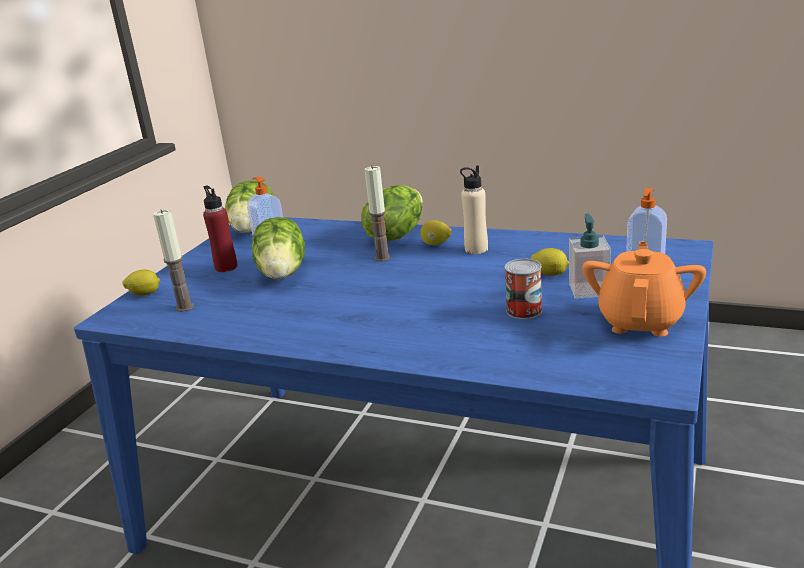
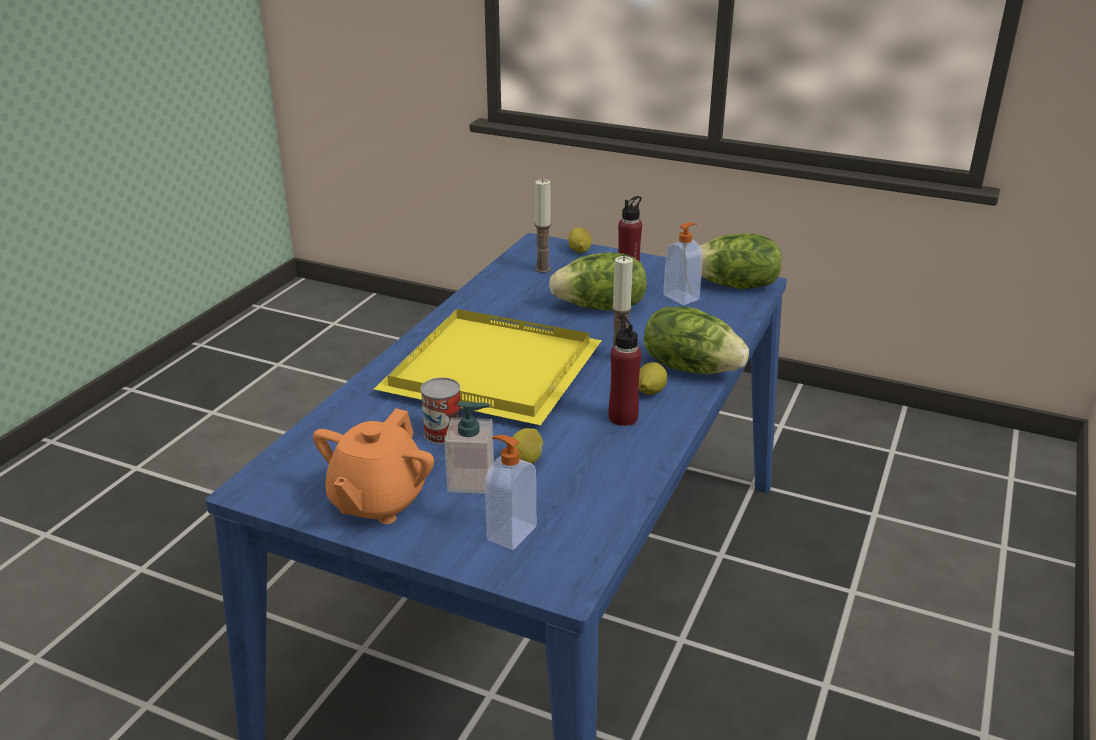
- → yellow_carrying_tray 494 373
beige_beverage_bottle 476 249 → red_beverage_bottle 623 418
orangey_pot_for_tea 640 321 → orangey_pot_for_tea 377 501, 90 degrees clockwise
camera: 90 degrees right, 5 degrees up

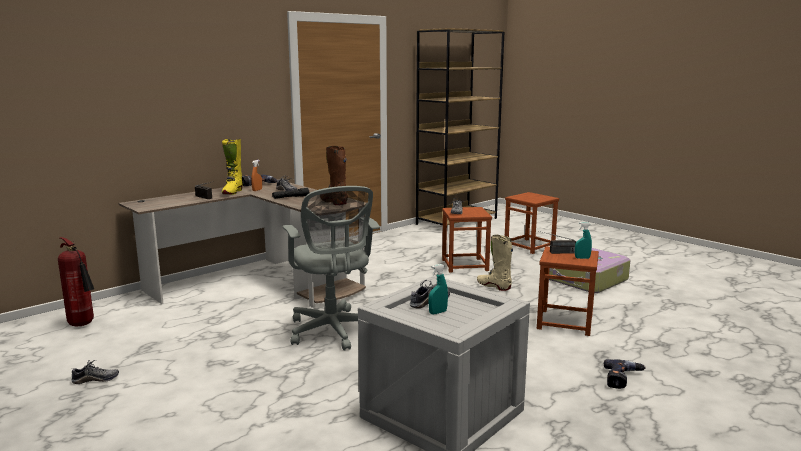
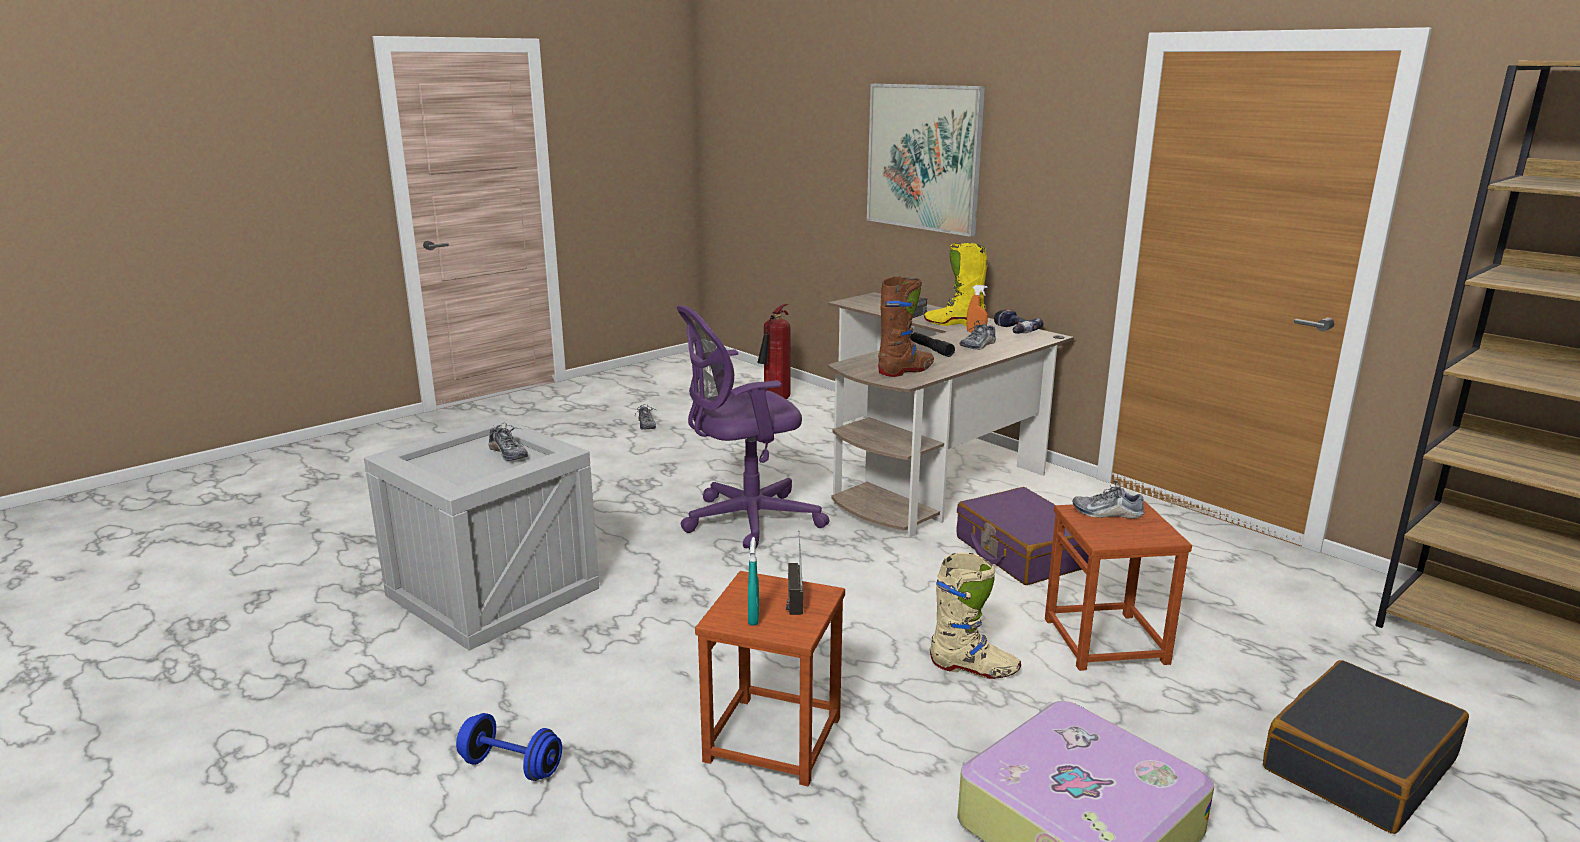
turquoise-coloured_sprayer 437 312 → -
- → picture 924 157
- → purplish_piece_of_luggage 1022 552
brown_sitting_stool 529 246 → blackish_piece_of_luggage 1357 764
electric_drill 623 380 → bluish_hand_weight 511 766
gray_office_chair 333 332 → purplish_office_chair 745 520
beige_boot 494 286 → beige_boot 974 669, 60 degrees clockwise
camera: 90 degrees right, 5 degrees up

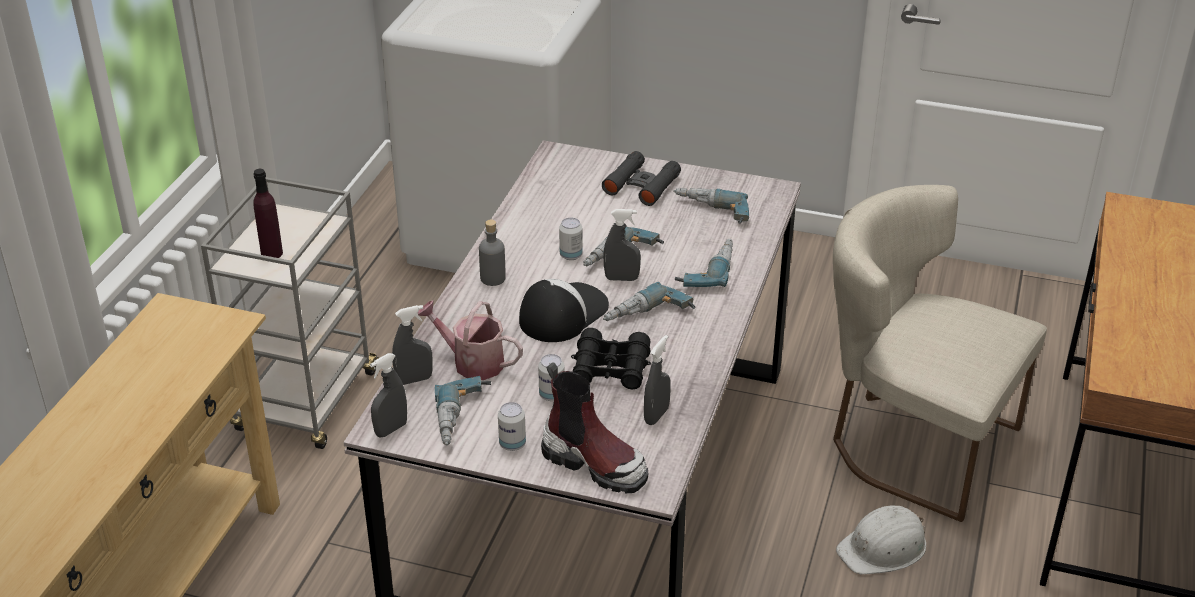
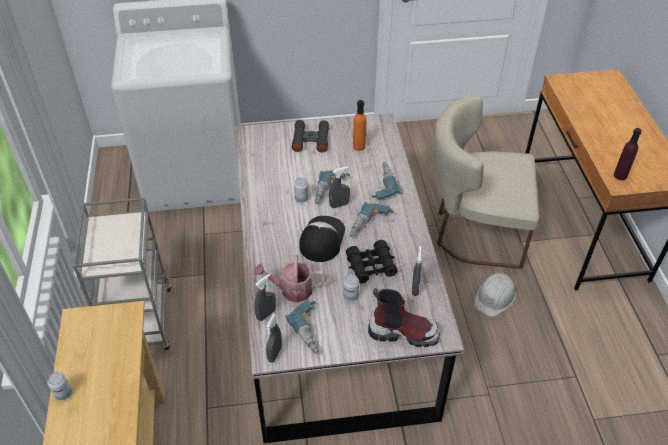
gray_beverage_bottle 493 278 → -
purplish_beverage_bottle 272 253 → purplish_beverage_bottle 620 175, relocated
sealed_can 512 444 → sealed_can 63 394, relocated
electric_drill 710 213 → orangey_beverage_bottle 359 146
camera: 25 degrees left, 10 degrees up

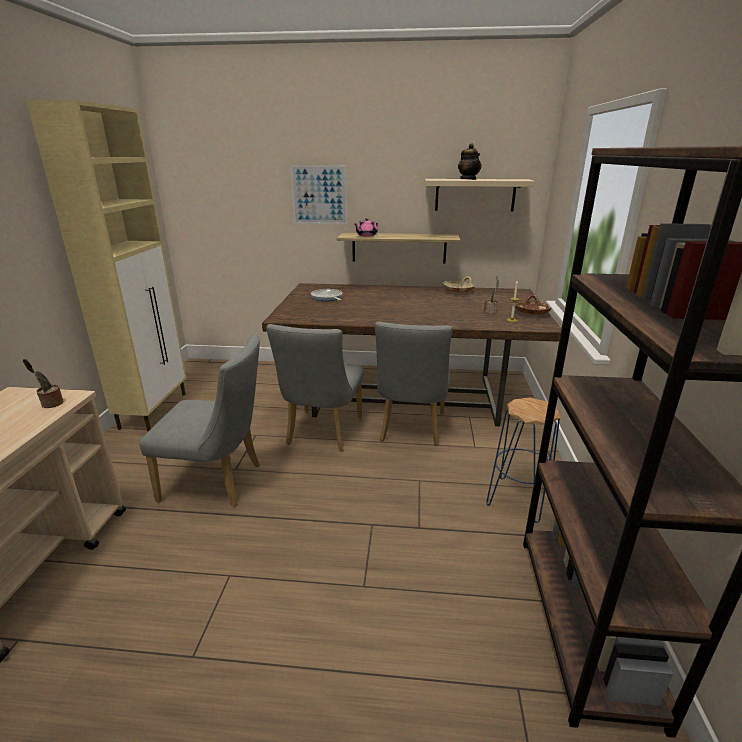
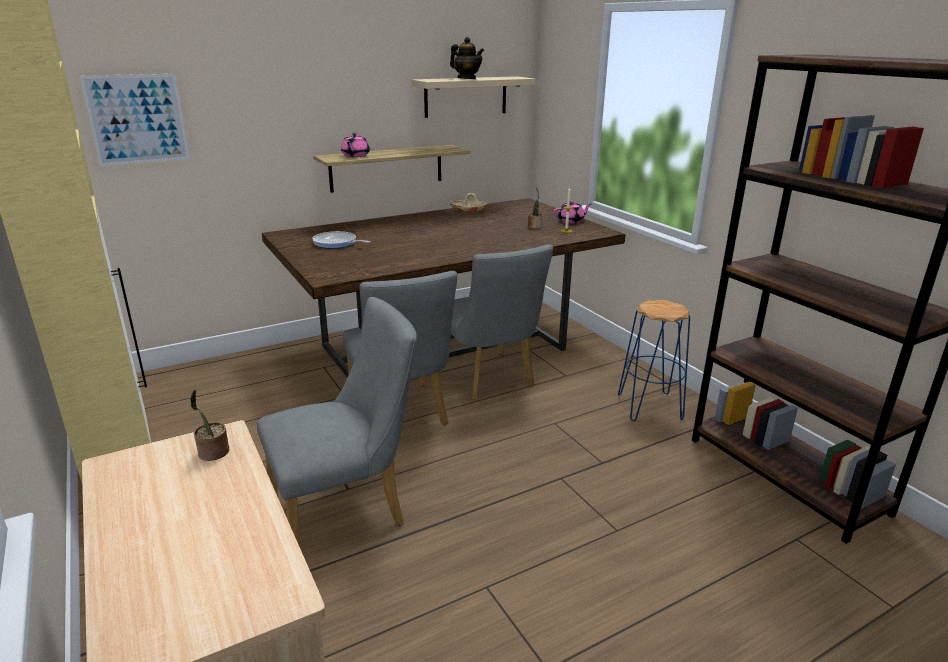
picture 319 195 → picture 137 119, relocated
brown_serving_bowl 531 313 → pinkish_pot_for_tea 571 221
camera: 35 degrees left, 0 degrees up

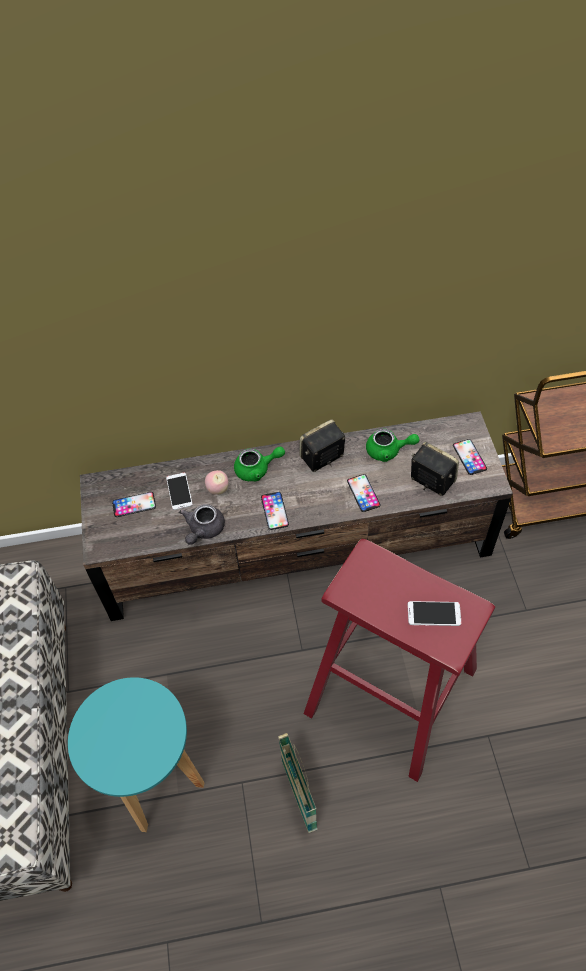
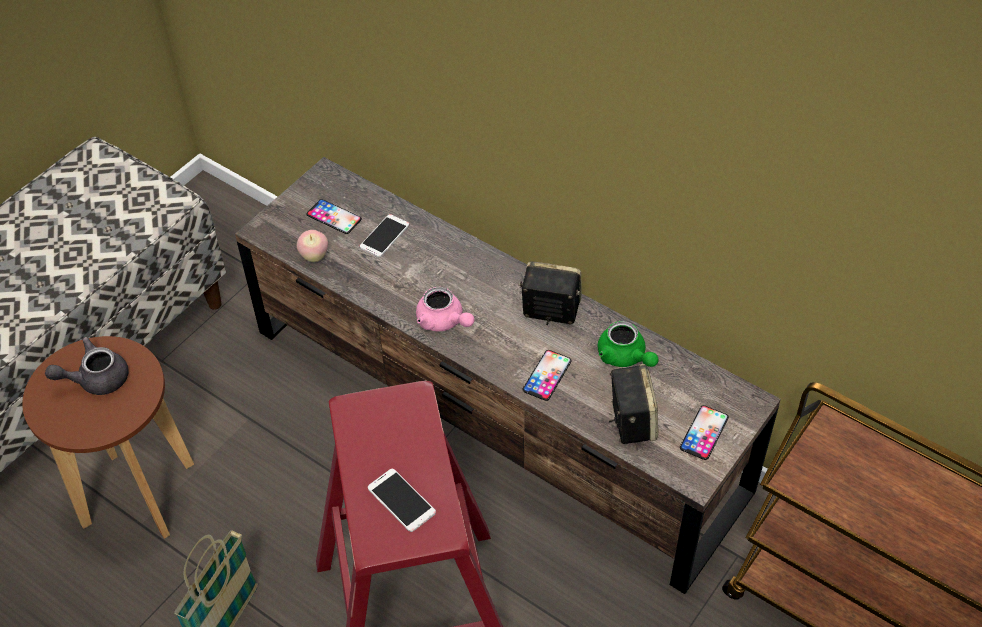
green-coloured_pot_for_tea 257 469 → -
gray_pot_for_tea 203 530 → gray_pot_for_tea 96 379, relocated
apple_fruit 218 489 → apple_fruit 314 257, relocated
telephone 274 511 → pinkish_pot_for_tea 444 321
turquoise-coloured_sitting_stool 155 780 → brown_sitting_stool 138 495
camera: 45 degrees right, 5 degrees down

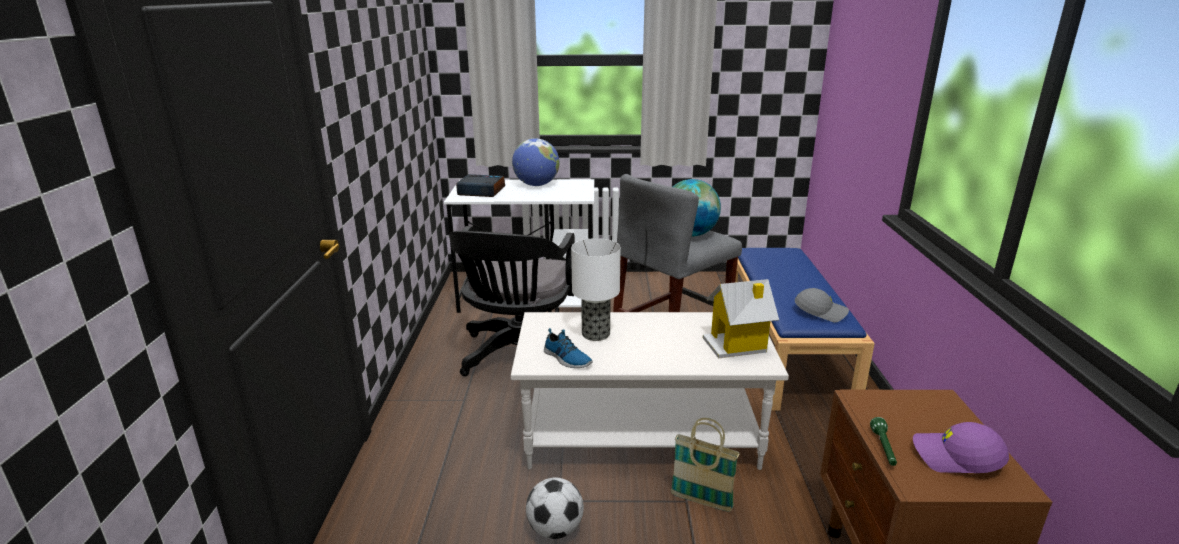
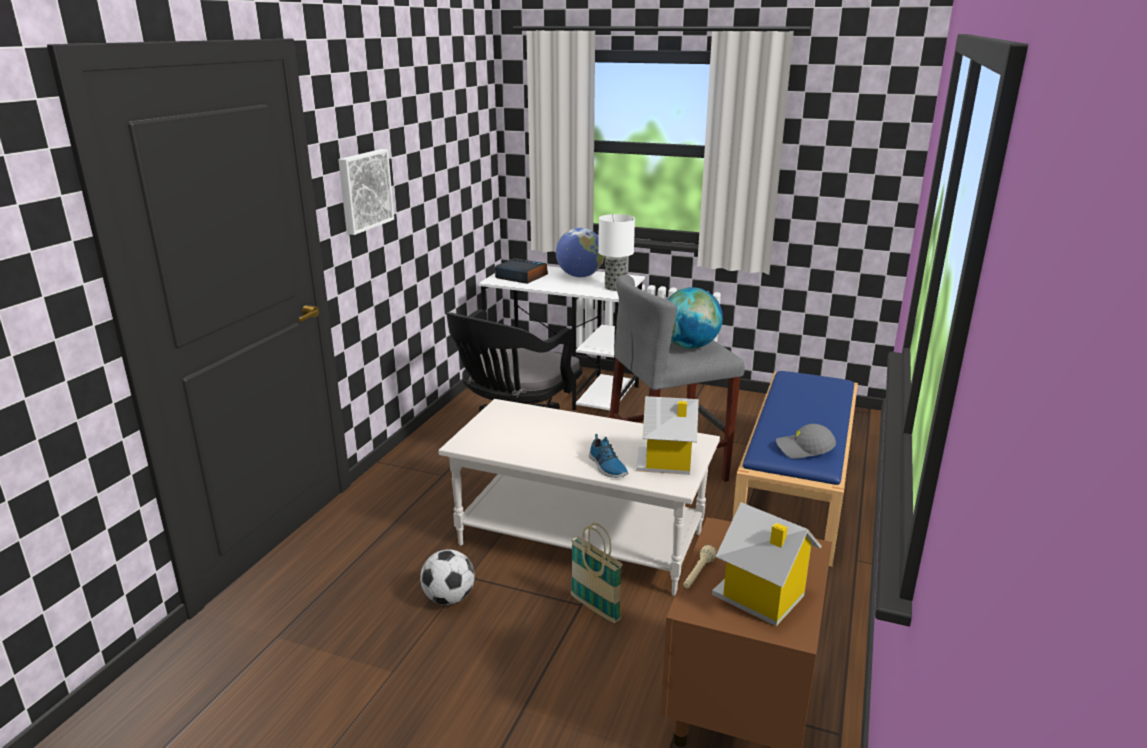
- → picture 364 190
shoe 566 359 → shoe 606 467, relocated
lamp_for_a_table 596 334 → lamp_for_a_table 615 288, relocated
purplish_peaked_cap 956 458 → toy_house 761 598
green-coloured_hand_torch 883 448 → beige_hand_torch 697 574
gray_peaked_cap 820 312 → gray_peaked_cap 804 449, 150 degrees clockwise
camera: 20 degrees right, 0 degrees up

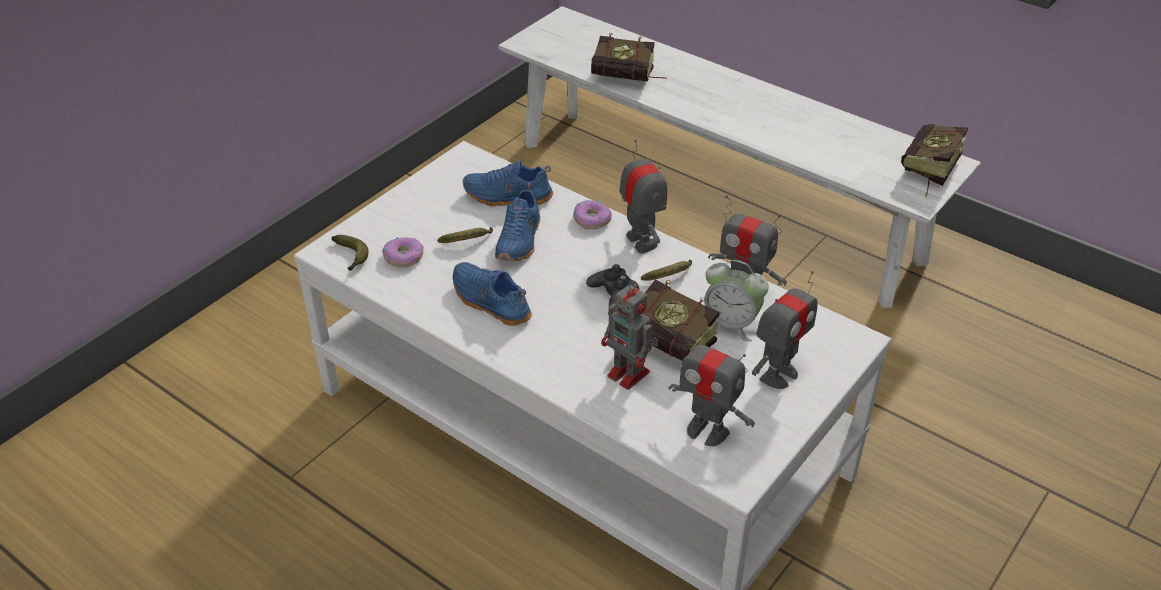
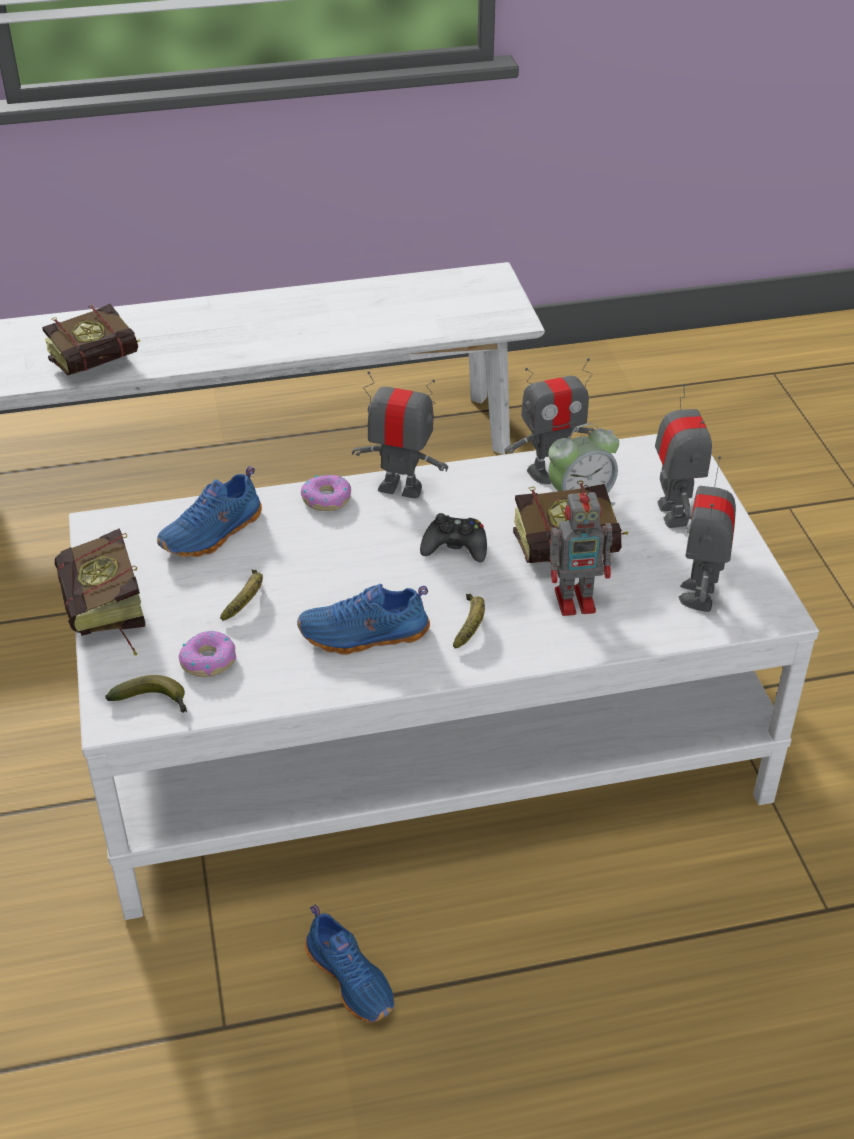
bluish_shoe 520 241 → bluish_shoe 352 978, relocated
whole_banana 670 276 → whole_banana 470 625, relocated
volume 927 173 → volume 106 618, relocated
model_robot 707 431 → model_robot 699 594, 120 degrees clockwise
camera: 50 degrees left, 0 degrees up

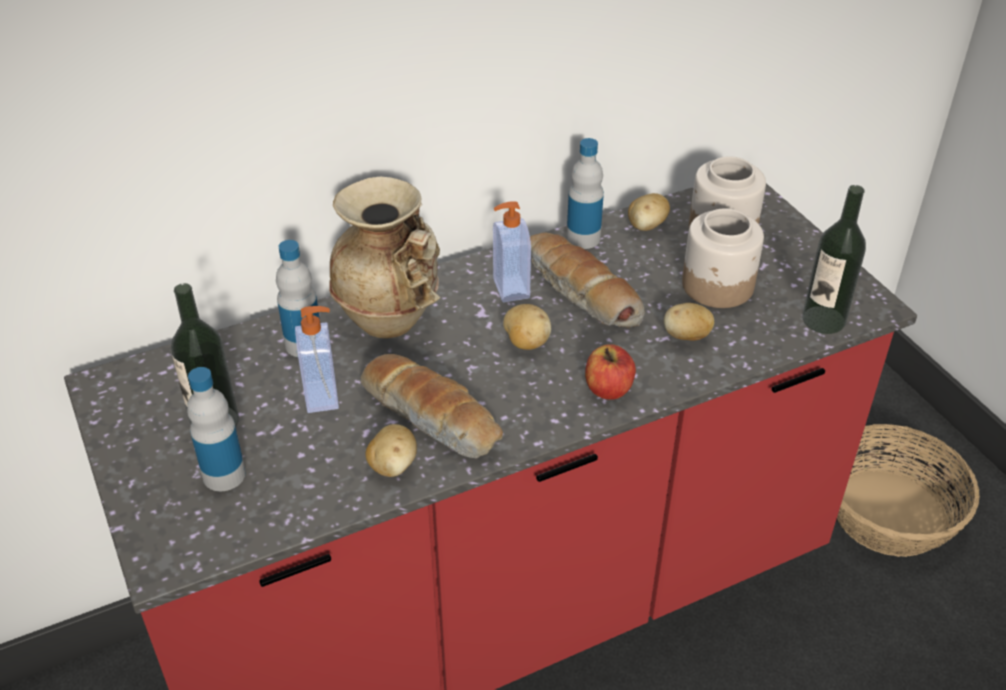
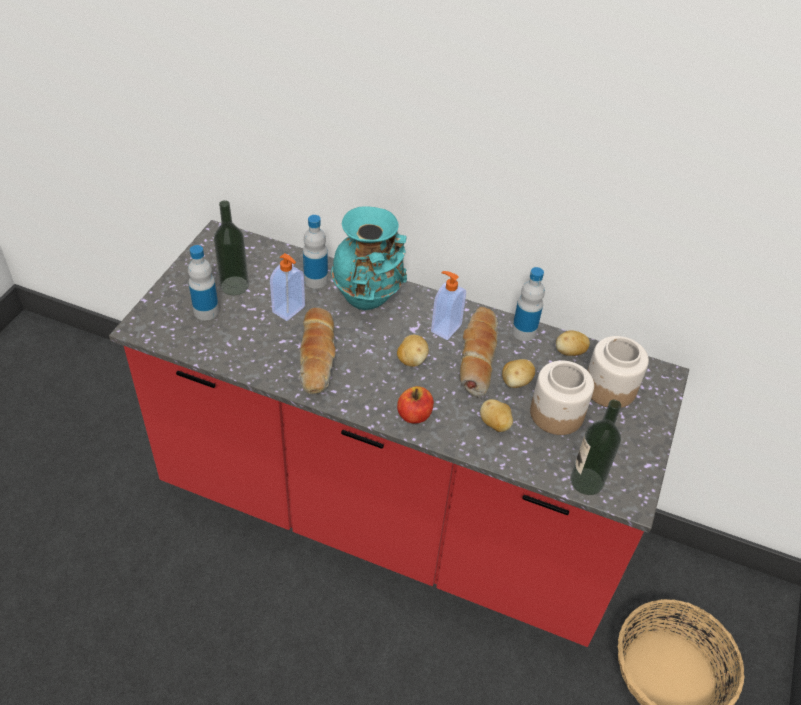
whole_potato 393 465 → whole_potato 516 382, relocated
beige_decorative_vase 392 318 → turquoise-coloured_decorative_vase 369 298
camera: 45 degrees right, 5 degrees up

